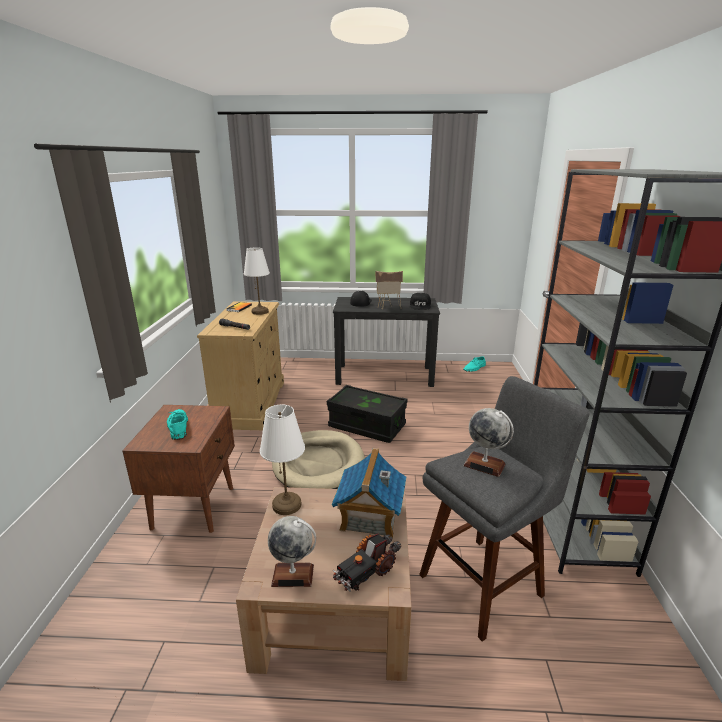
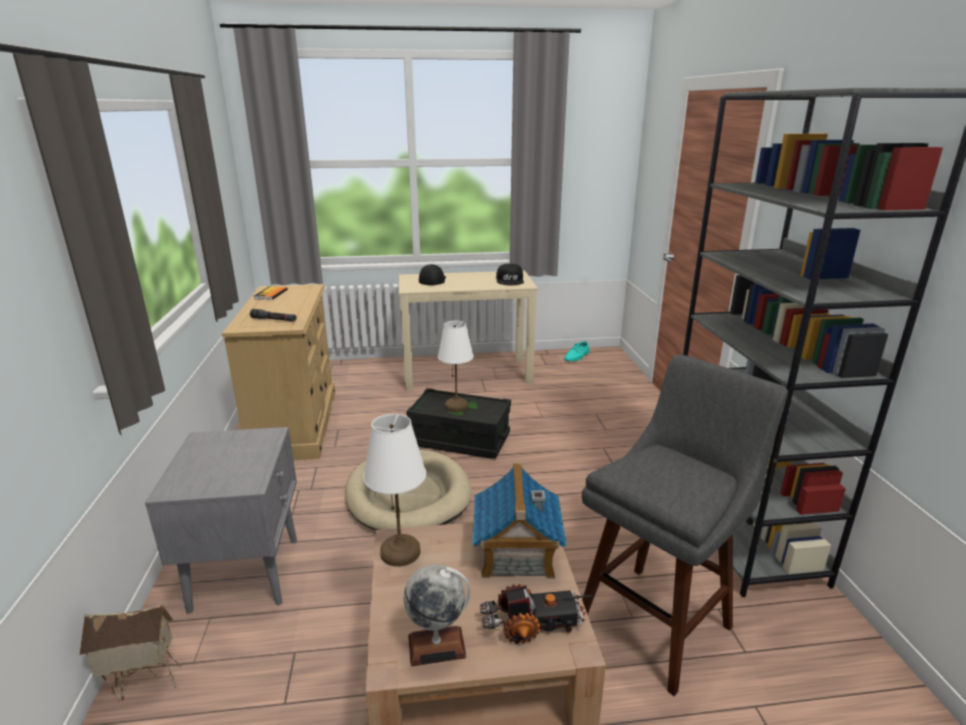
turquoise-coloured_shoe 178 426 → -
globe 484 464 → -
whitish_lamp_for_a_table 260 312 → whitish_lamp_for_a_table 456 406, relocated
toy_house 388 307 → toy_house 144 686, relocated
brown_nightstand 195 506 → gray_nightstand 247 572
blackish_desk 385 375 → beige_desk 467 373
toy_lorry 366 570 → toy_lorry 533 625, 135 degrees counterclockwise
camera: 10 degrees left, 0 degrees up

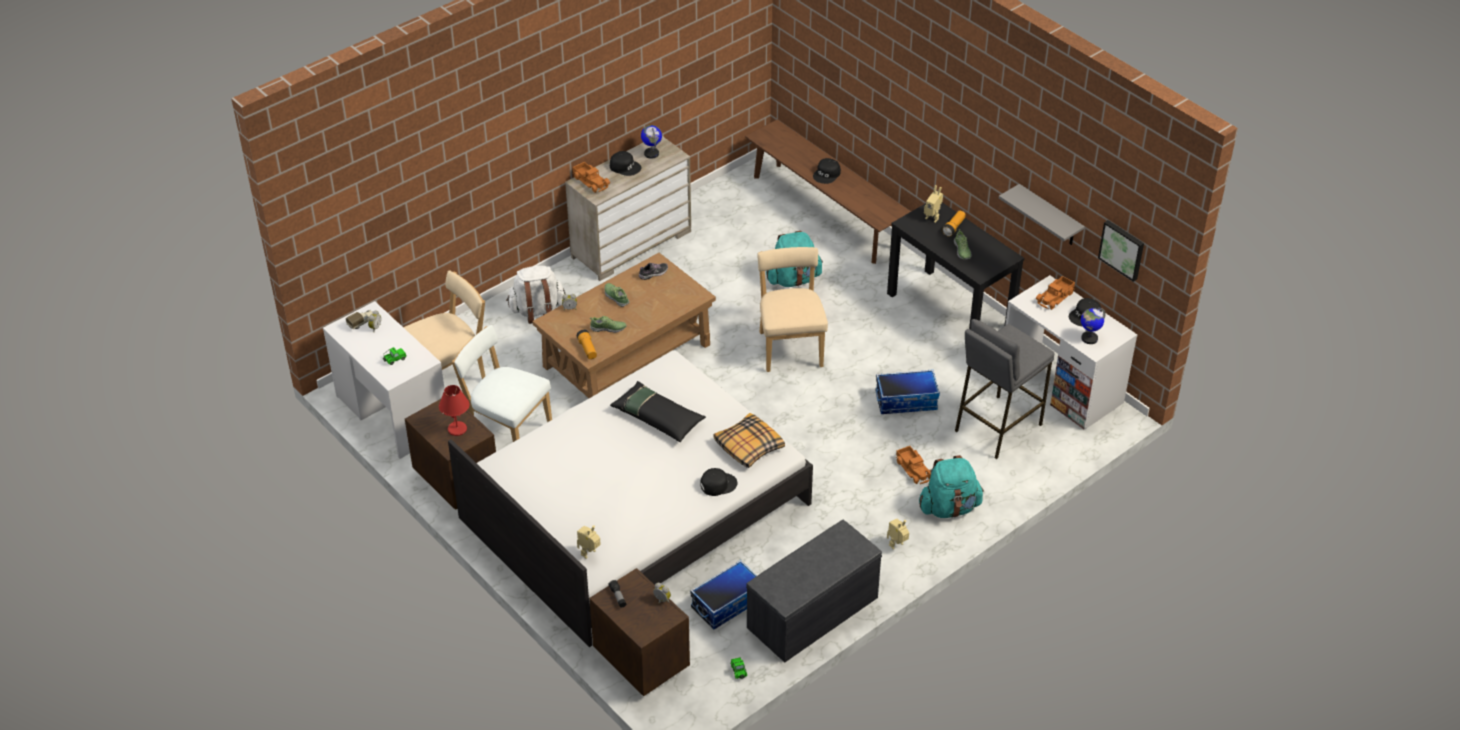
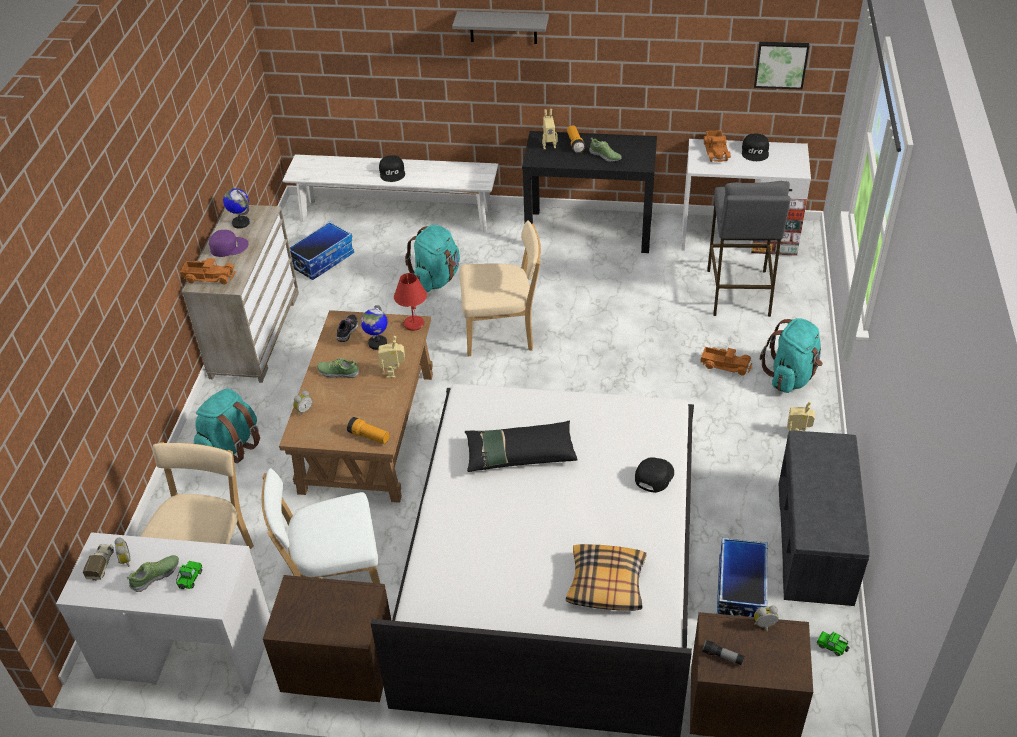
red_lamp_for_a_table 457 429 → red_lamp_for_a_table 413 324, relocated
model_robot 590 554 → model_robot 394 372, relocated
shoe 608 328 → shoe 156 576, relocated
throw_pillow 748 446 → throw_pillow 606 584, relocated
storage_box 906 401 → storage_box 322 260, relocated
gray_shelf 1049 216 → gray_shelf 503 27, relocated
globe 1089 338 → globe 377 343, relocated
whitish_knapsack 537 311 → turquoise-coloured_knapsack 231 446
blackish_peaked_cap 625 166 → purplish_peaked_cap 228 246
brown_bench 825 212 → whitish_bench 396 215
beige_plain_chair 790 347 → beige_plain_chair 502 333, 135 degrees clockwise
camera: 40 degrees left, 0 degrees up

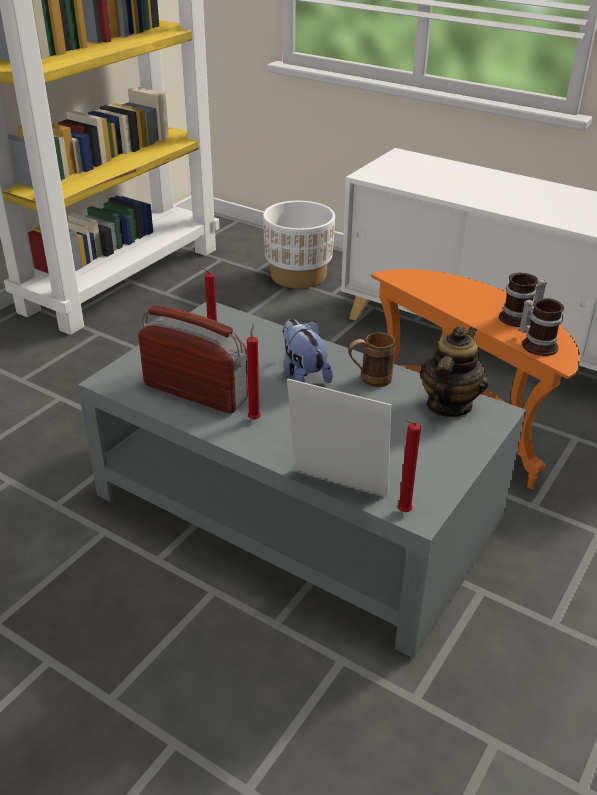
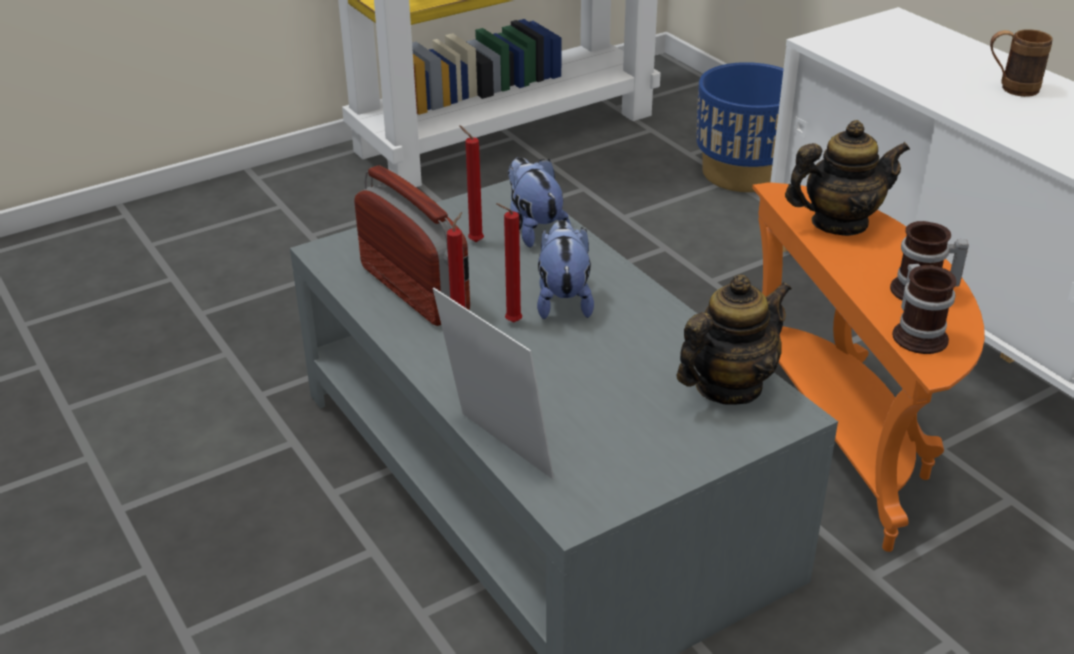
- → plush_toy 534 229
- → pot_for_tea 839 223
brown_mug 369 380 → brown_mug 1010 88, relocated
red_wax_candle 402 512 → red_wax_candle 510 322, relocated
whitish_plant_pot 298 276 → bluish_plant_pot 743 173
camera: 25 degrees right, 0 degrees up

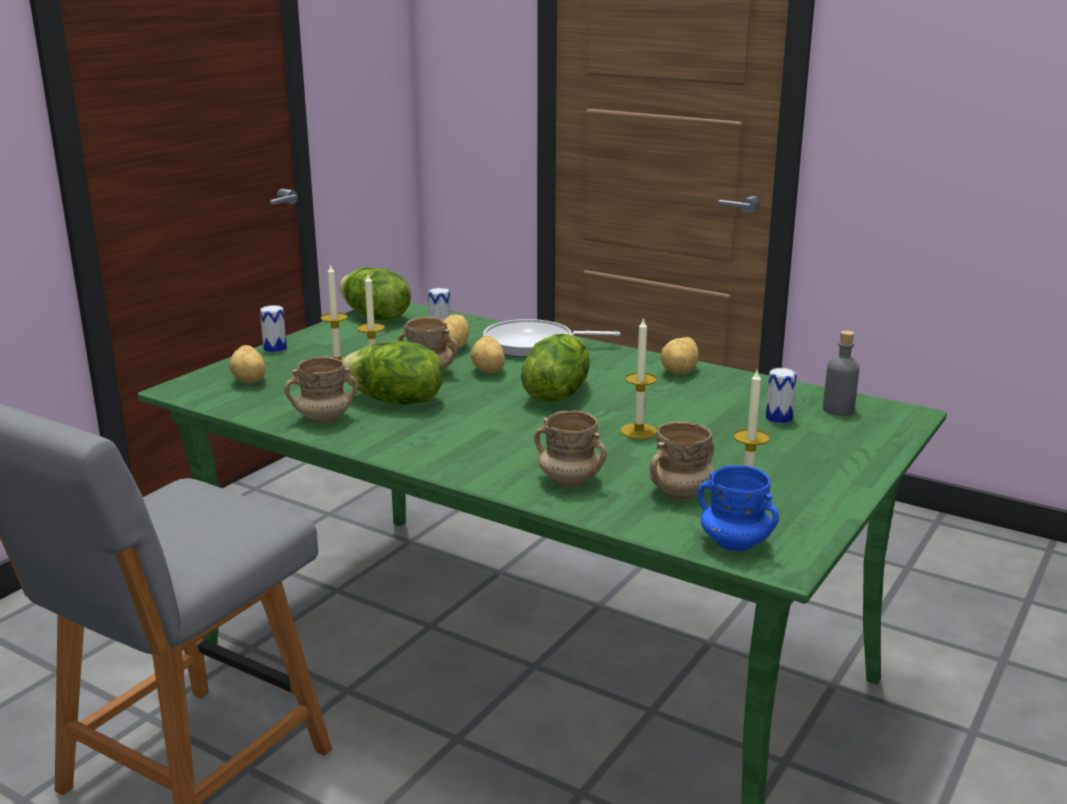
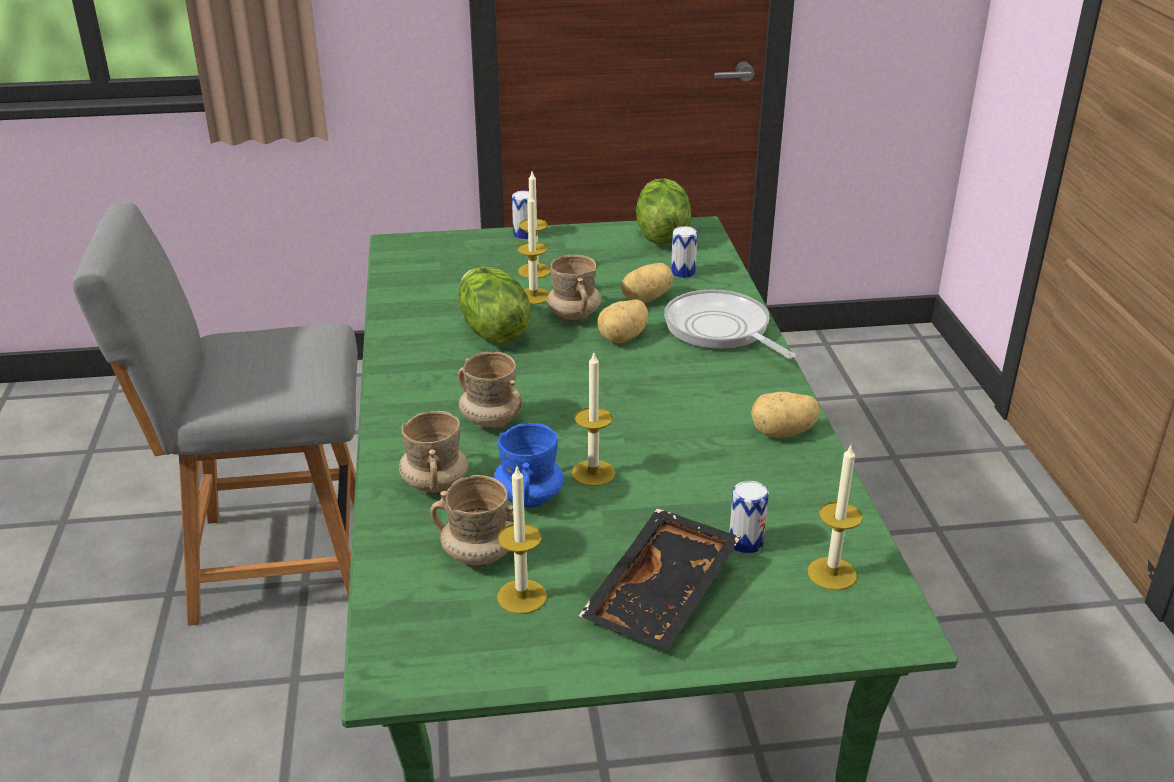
whole_potato 250 380 → -
head_of_lettuce 556 394 → -
- → blackish_carrying_tray 664 595
beige_mug 323 419 → beige_mug 491 421, relocated
bluish_mug 734 543 → bluish_mug 529 497, relocated
gray_beverage_bottle 838 409 → wax_candle 832 573
camera: 50 degrees right, 10 degrees up

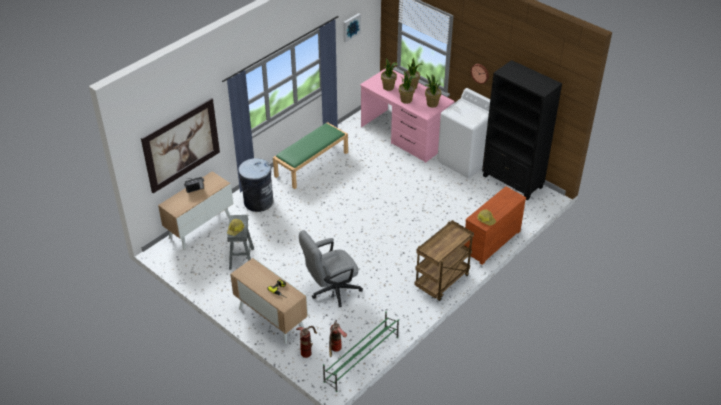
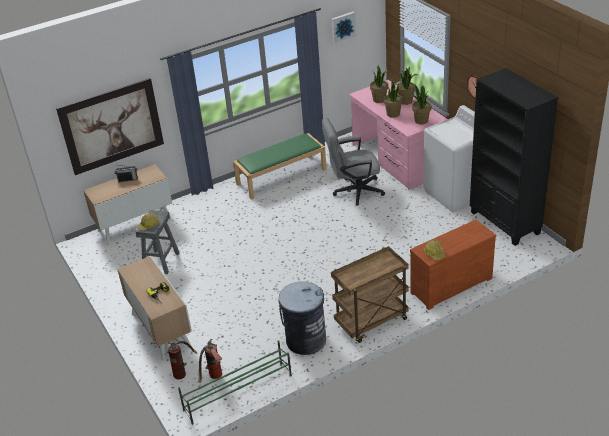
gray_trash_can 258 201 → gray_trash_can 305 340, relocated
gray_office_chair 331 290 → gray_office_chair 353 191, relocated
camera: 20 degrees right, 5 degrees down

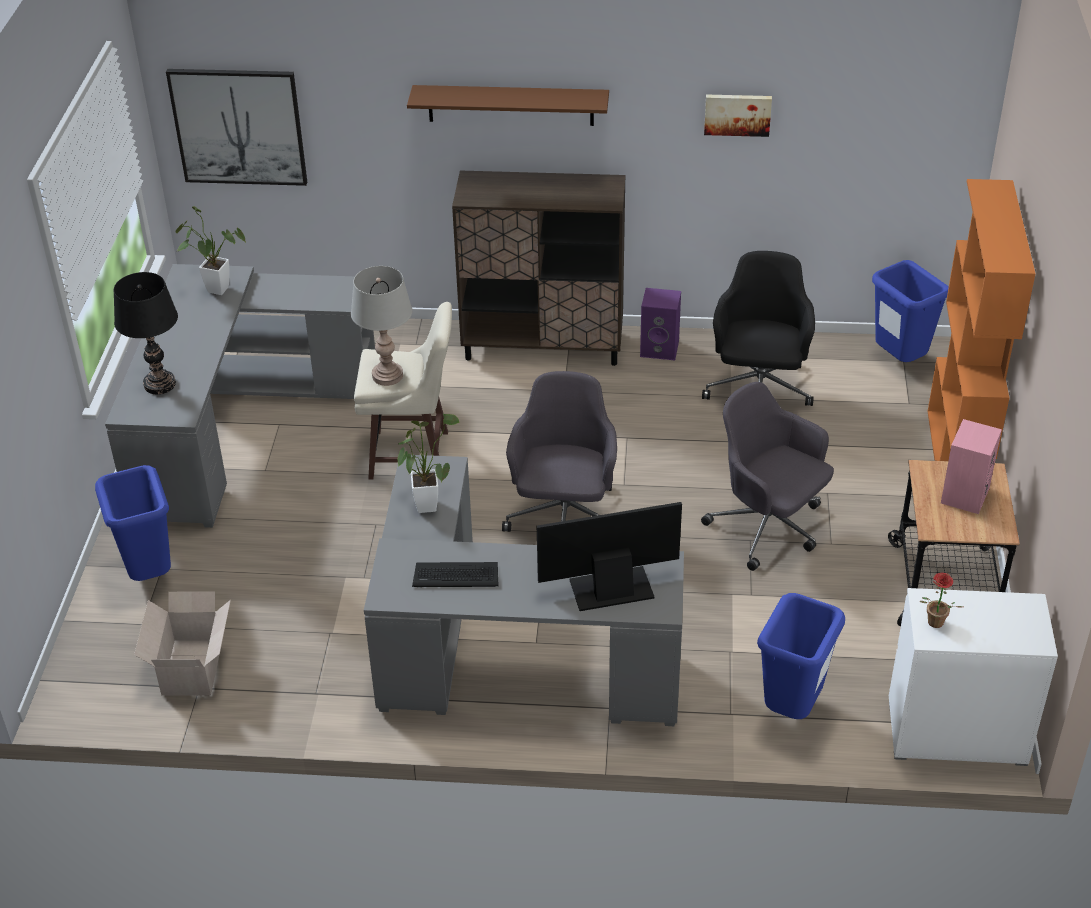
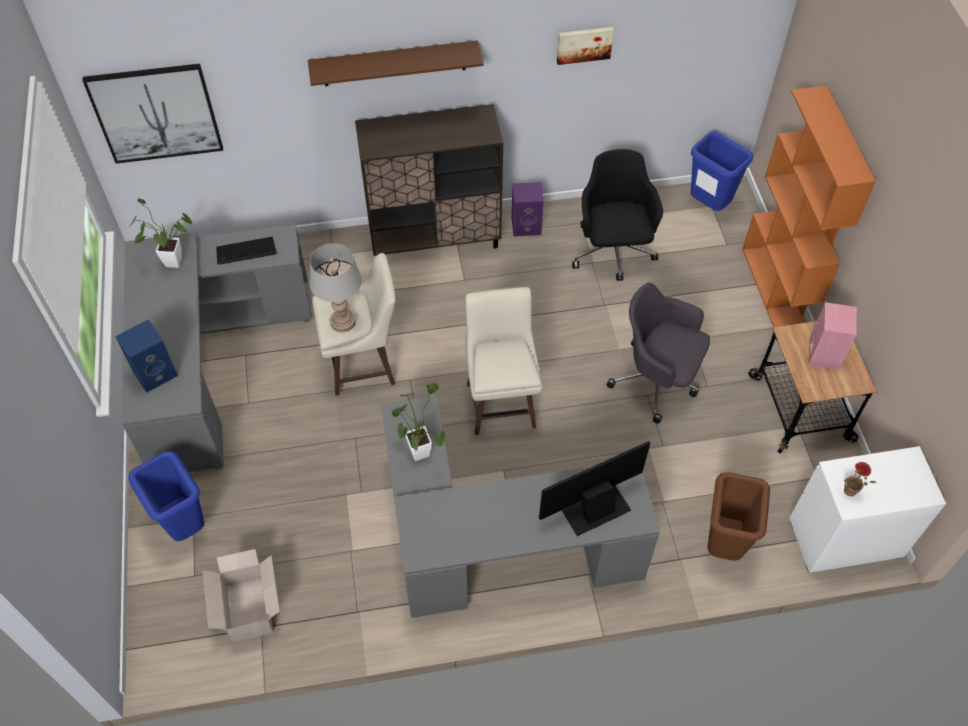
keyboard 456 576 → keyboard 246 251, relocated
blackish_lamp_for_a_table 159 384 → bluish_loudspeaker 156 372
gray_office_chair 564 518 → beige_sitting_stool 501 403
bluish_trash_can 791 710 → brown_trash_can 723 546
camera: 15 degrees left, 15 degrees up

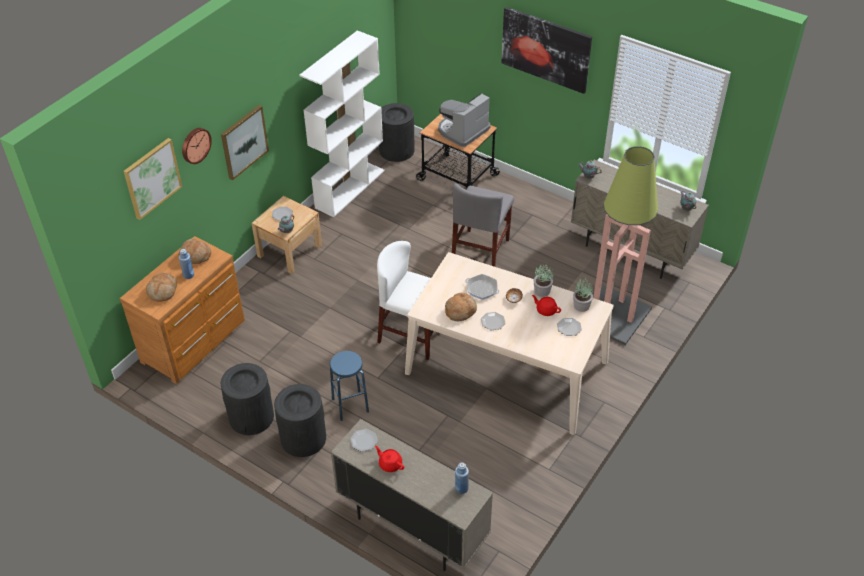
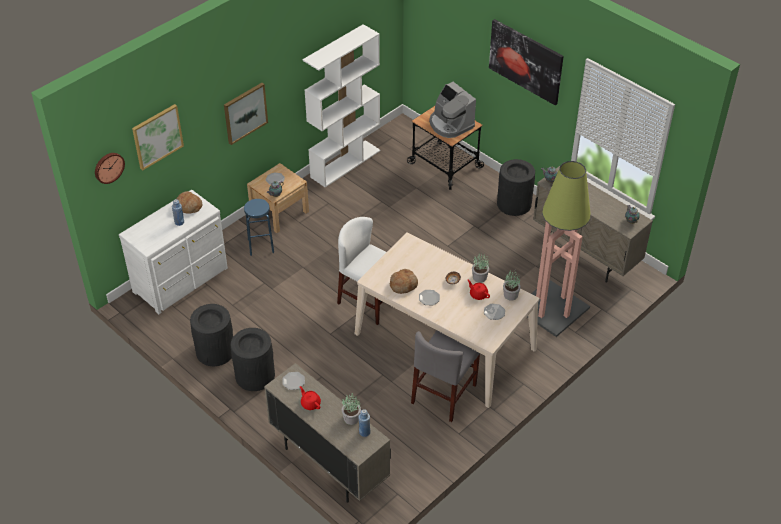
baked_bread 163 291 → -
pan 482 289 → -
- → houseplant 352 418
clock_on_the_wall 195 145 → clock_on_the_wall 108 167, relocated
bluish_sitting_stool 350 405 → bluish_sitting_stool 261 246, relocated
blackish_trash_can 397 150 → blackish_trash_can 514 204, relocated
gray_plain_chair 480 251 → gray_plain_chair 444 394, relocated
brown_chest_of_drawers 196 341 → whitish_chest_of_drawers 182 280
coffee_maker 462 131 → coffee_maker 450 124, 90 degrees counterclockwise
camera: 10 degrees right, 0 degrees up

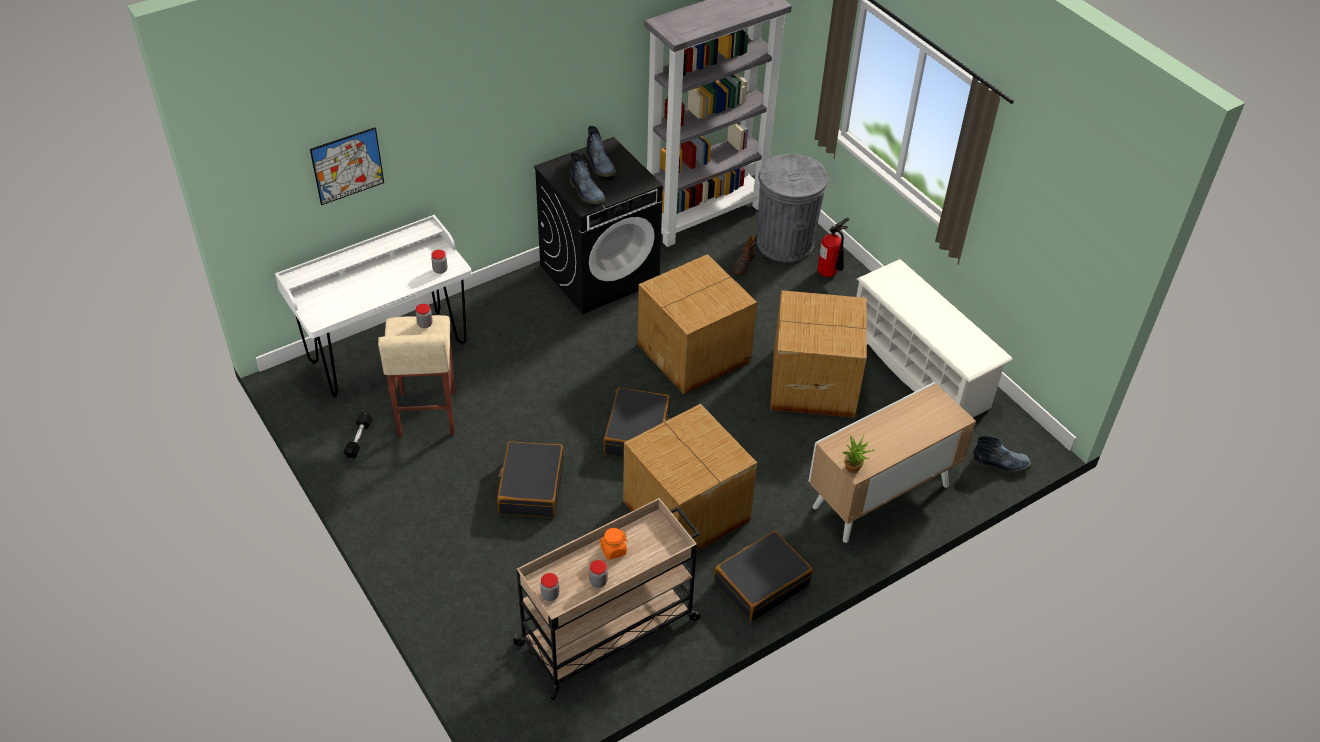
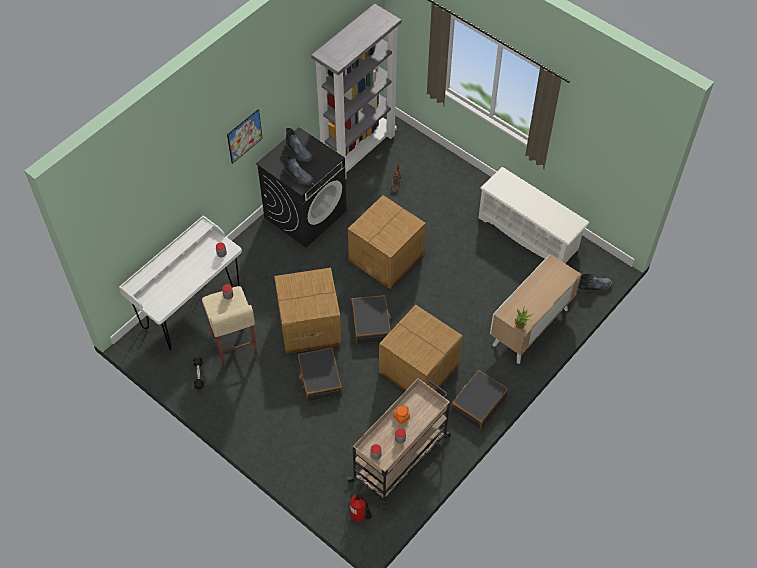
gray_trash_can 784 243 → -
picture 347 166 → picture 244 136, relocated
carton 812 381 → carton 308 325, relocated
extinguisher 830 274 → extinguisher 361 515, relocated
camera: 15 degrees left, 10 degrees up

